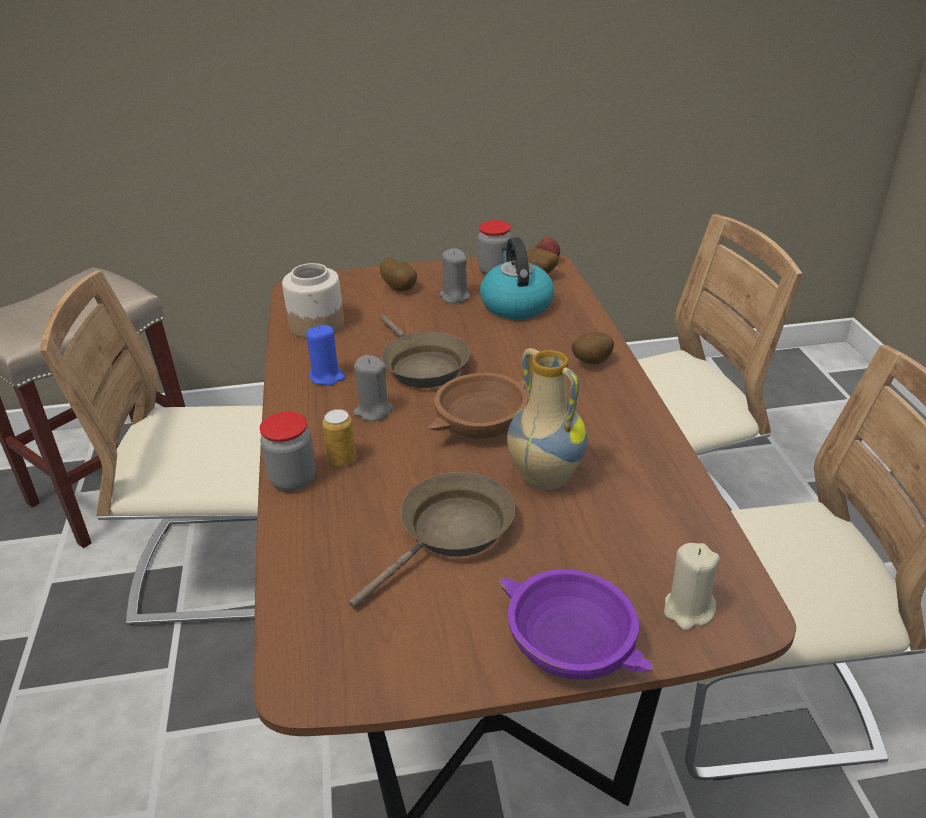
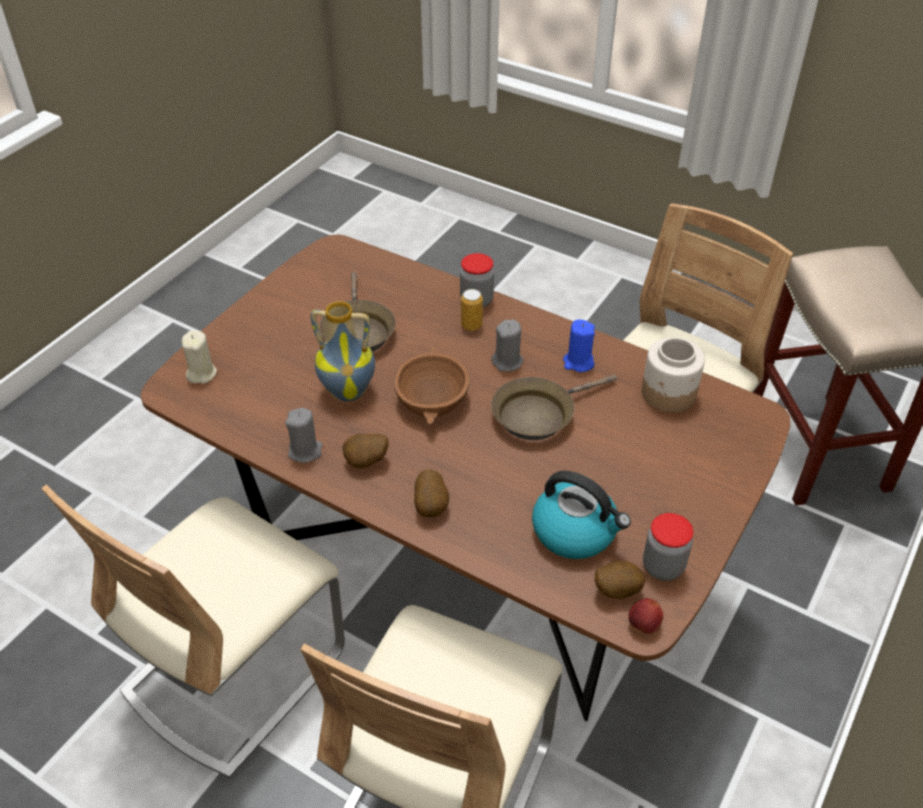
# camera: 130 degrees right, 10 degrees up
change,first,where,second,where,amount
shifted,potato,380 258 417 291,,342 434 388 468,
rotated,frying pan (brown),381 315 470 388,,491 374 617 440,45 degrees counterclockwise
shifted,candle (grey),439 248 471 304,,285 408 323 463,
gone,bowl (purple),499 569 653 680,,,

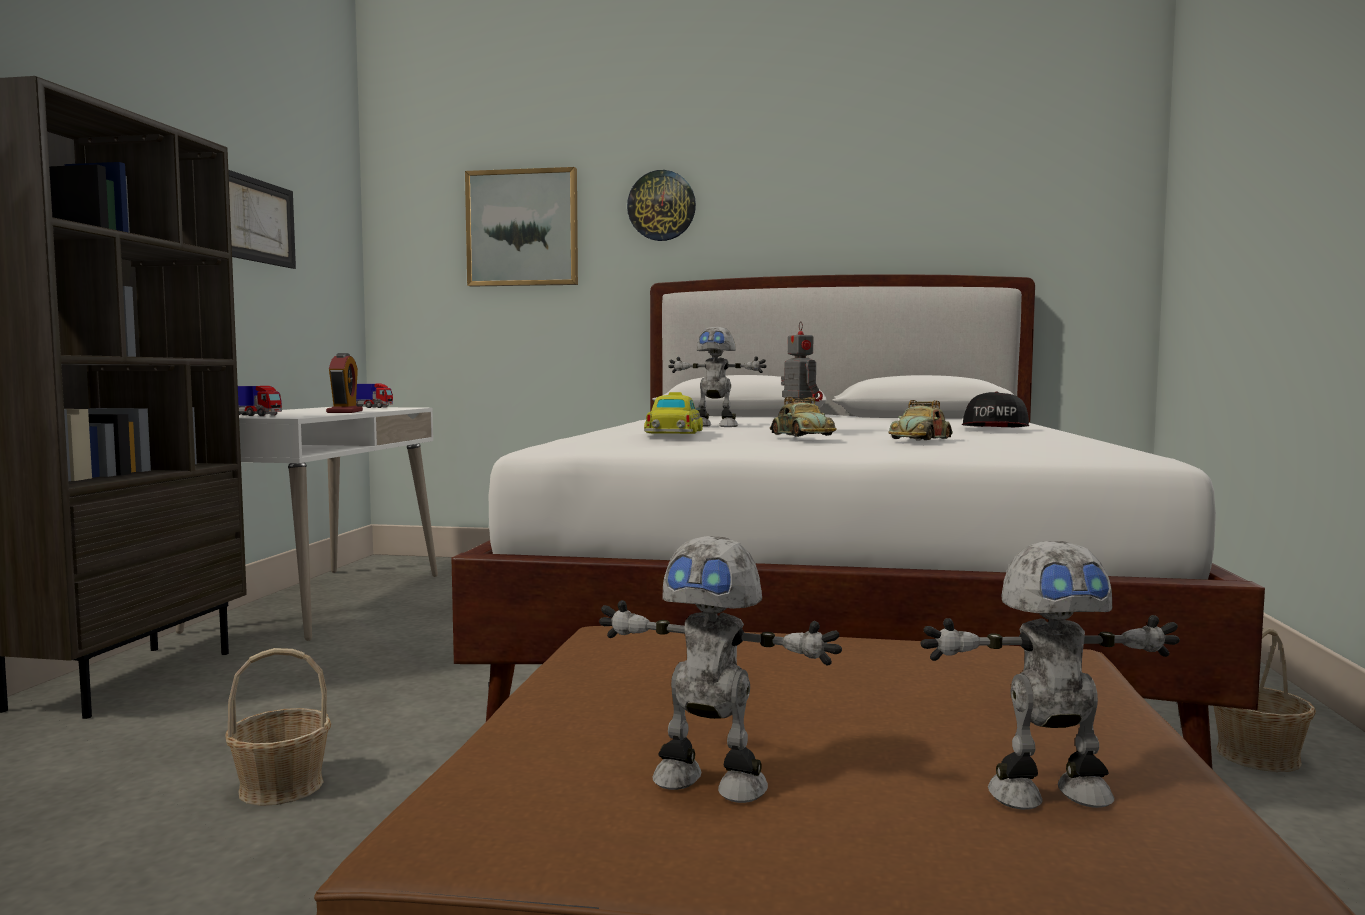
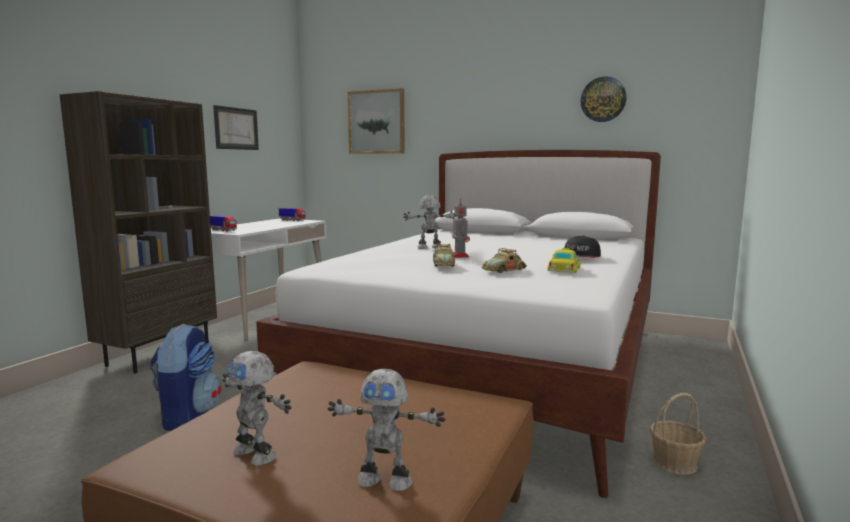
# camera: 15 degrees right, 5 degrees up
change,first,where,second,where,amount
swapped,basket,225 648 331 806,backpack,150 324 221 431,
gone,alarm clock,326 353 363 413,,,
shifted,wall clock,627 170 696 241,,580 76 627 122,
shifted,toy car,644 392 703 434,,547 248 581 273,
rotated,toy robot,668 327 767 427,,403 195 457 249,135 degrees clockwise

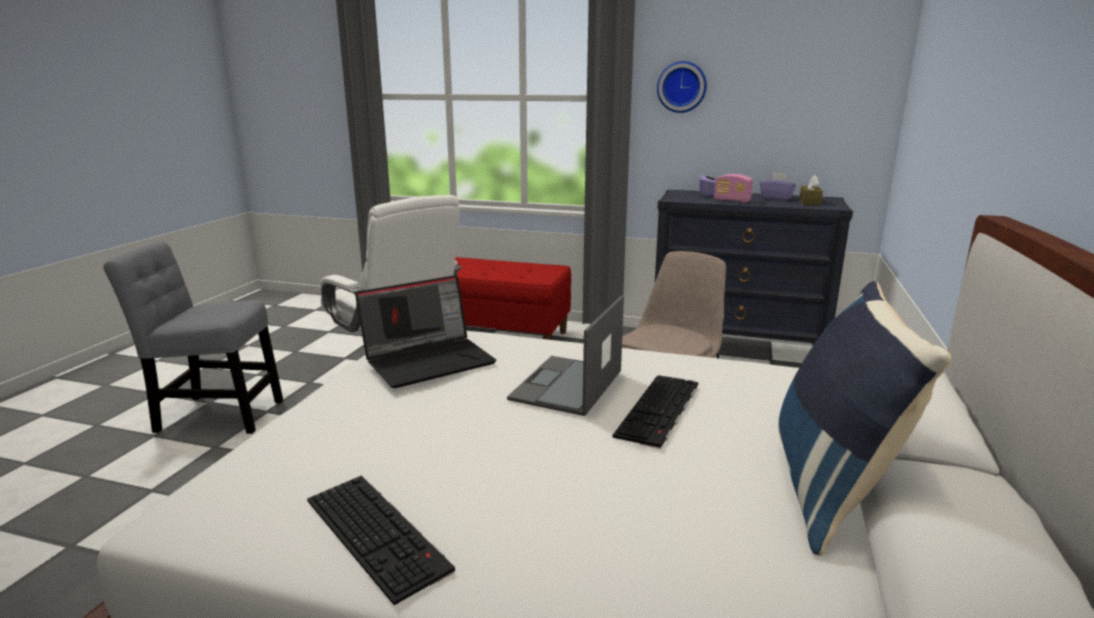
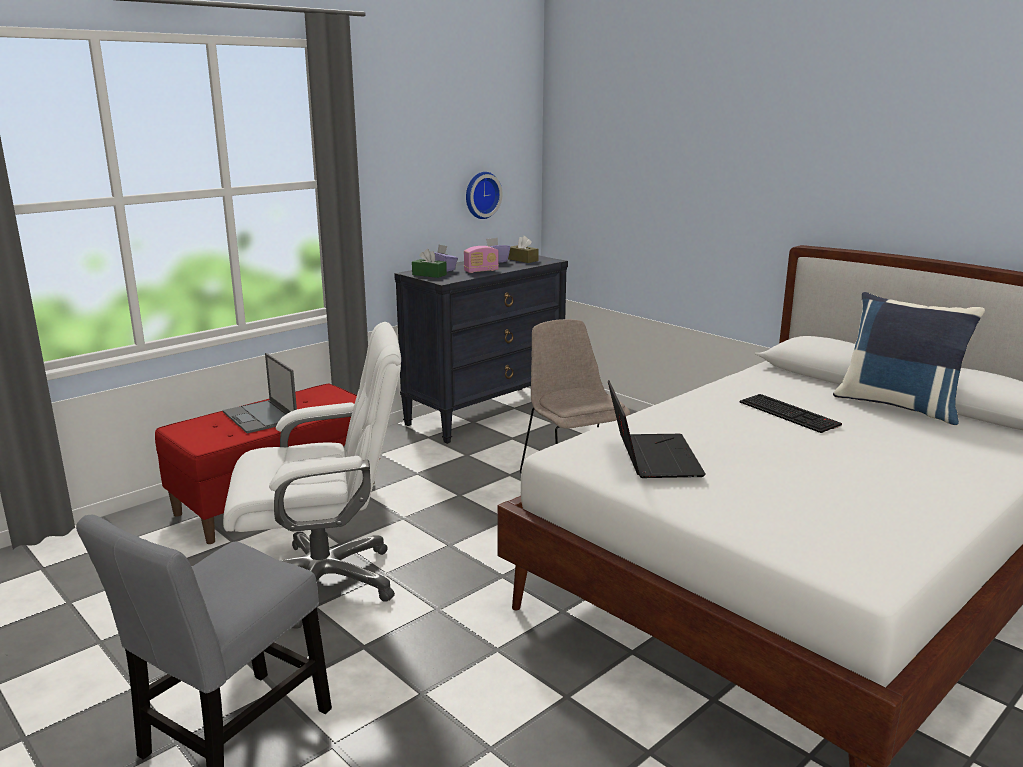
# camera: 60 degrees left, 0 degrees up
change,first,where,second,where,amount
gone,keyboard,307 476 455 605,,,
shifted,laptop,507 295 624 416,,223 353 297 433,
shifted,wall clock,657 61 707 113,,466 172 502 219,
new,,,tissue box (green),412 249 447 278,

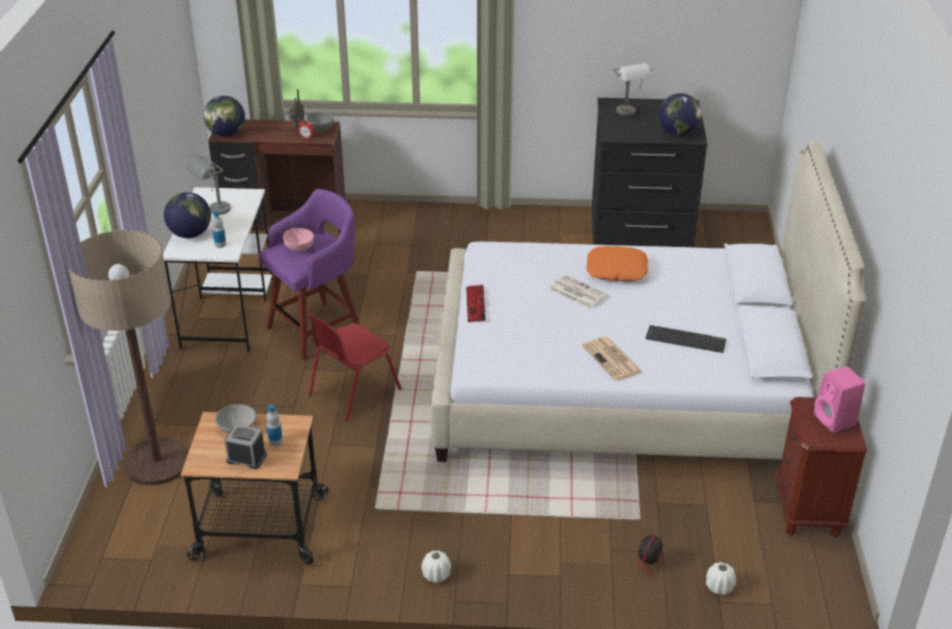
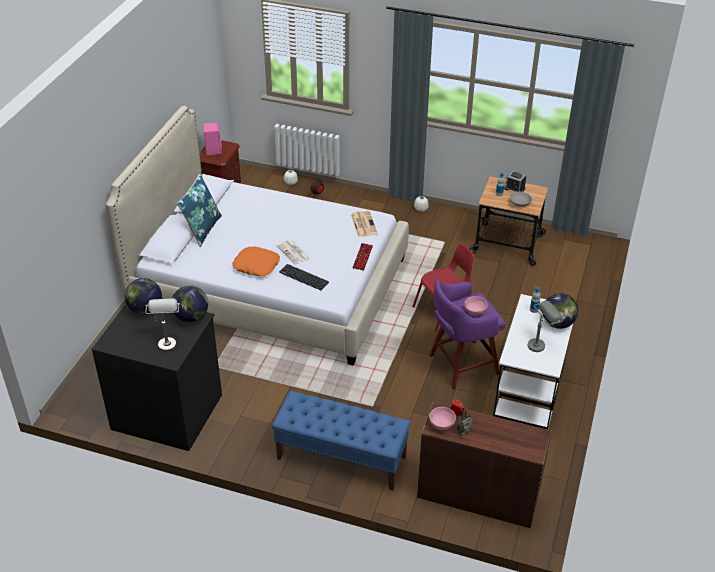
# camera: 165 degrees left, 5 degrees up
change,first,where,second,where,amount
gone,floor lamp,68 230 189 485,,,
shifted,globe,204 96 245 137,,172 285 208 322,
repainted,bowl (grey),307 112 334 131,bowl (pink),429 407 456 430,
shifted,newspaper,582 336 642 381,,351 211 378 237,
shifted,keyboard,645 325 726 353,,279 264 329 290,
new,,,pillow (blue),177 173 222 247,
new,,,bench (blue),272 391 411 491,

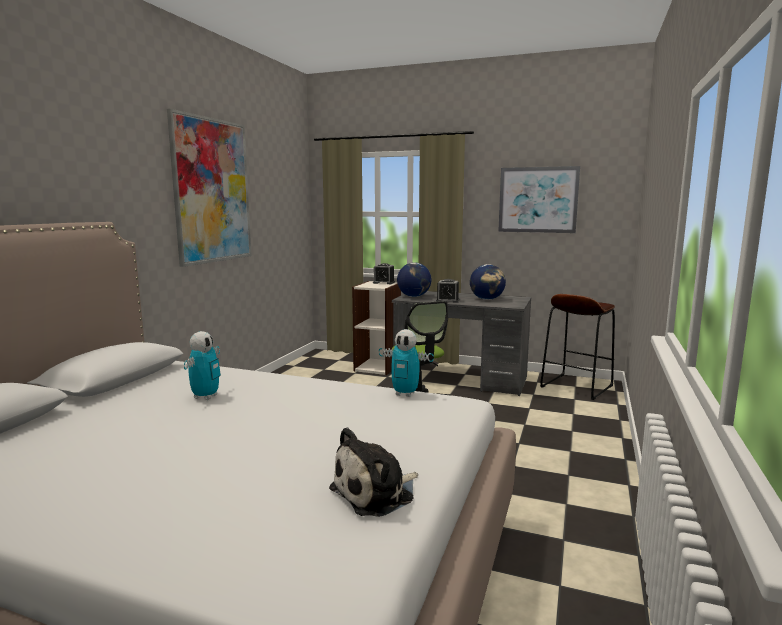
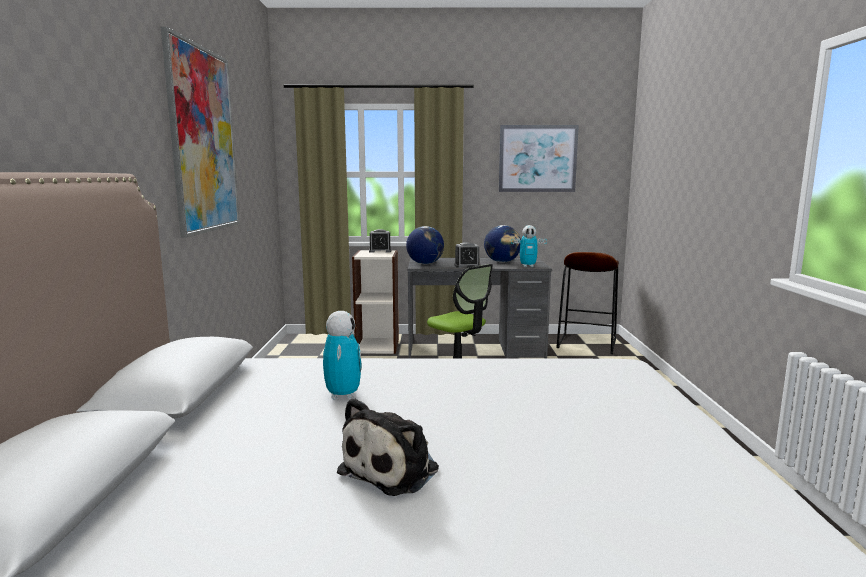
# camera: 20 degrees left, 0 degrees up
change,first,where,second,where,amount
shifted,plush toy,329 427 418 517,,337 398 439 496,
shifted,toy robot,379 329 434 397,,511 225 547 267,

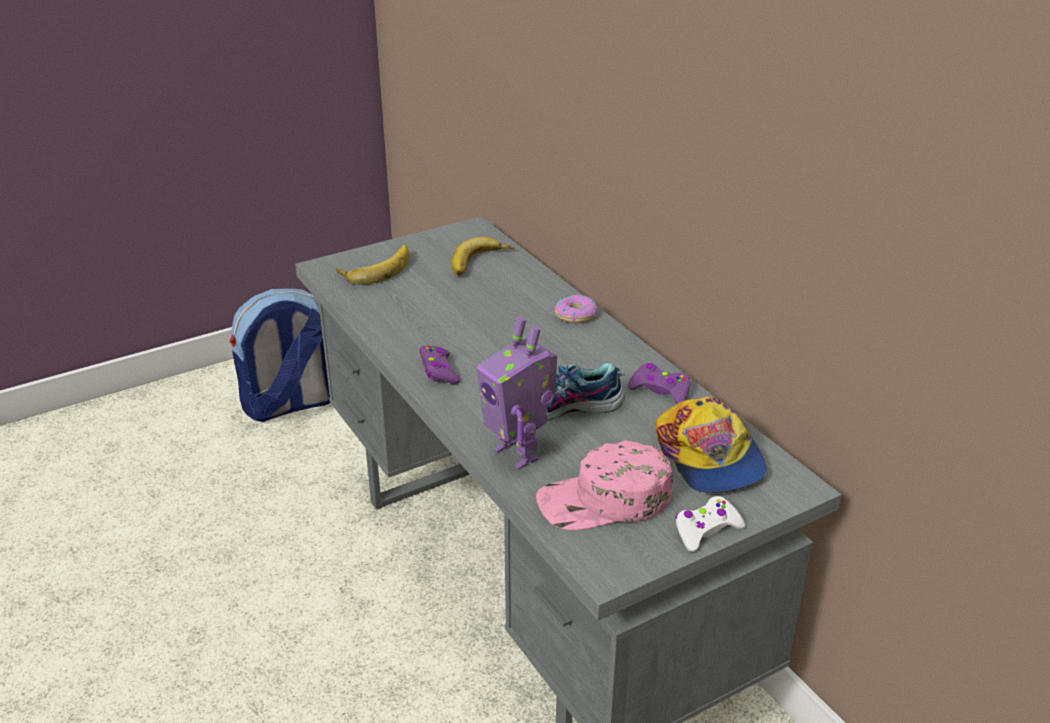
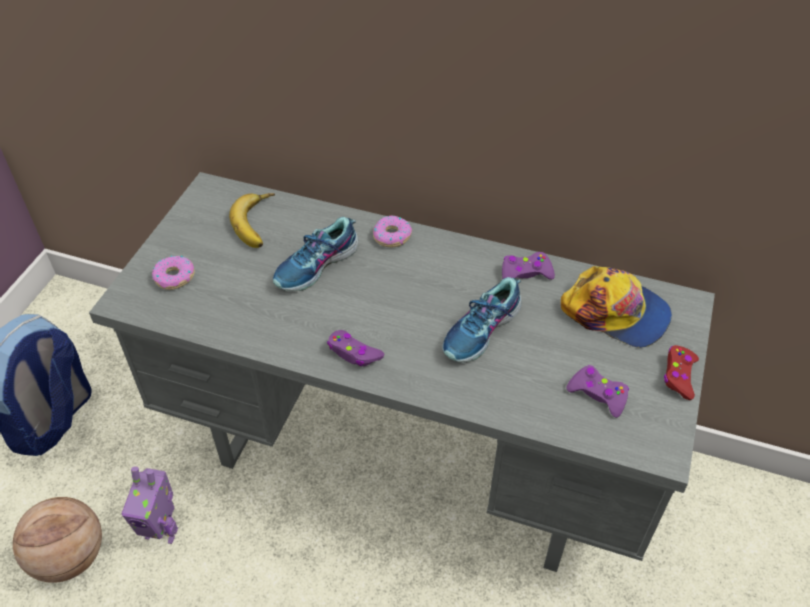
# camera: 40 degrees left, 15 degrees up
change,first,where,second,where,amount
swapped,banana,336 245 410 285,donut,152 255 195 290,
shifted,toy robot,476 317 557 470,,121 466 178 544,
swapped,cap (pink),536 440 673 530,game controller (purple),566 365 629 418,
repainted,game controller (white),675 496 745 552,game controller (red),664 345 699 400,
new,,,basketball,13 497 102 583,
new,,,shoe,273 217 359 291,

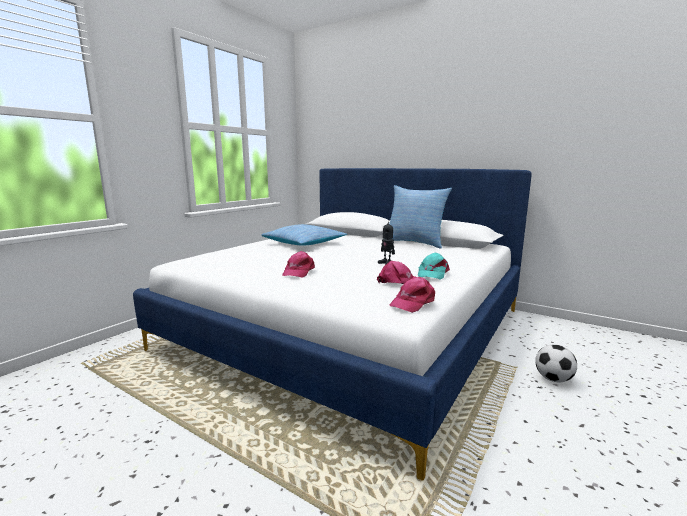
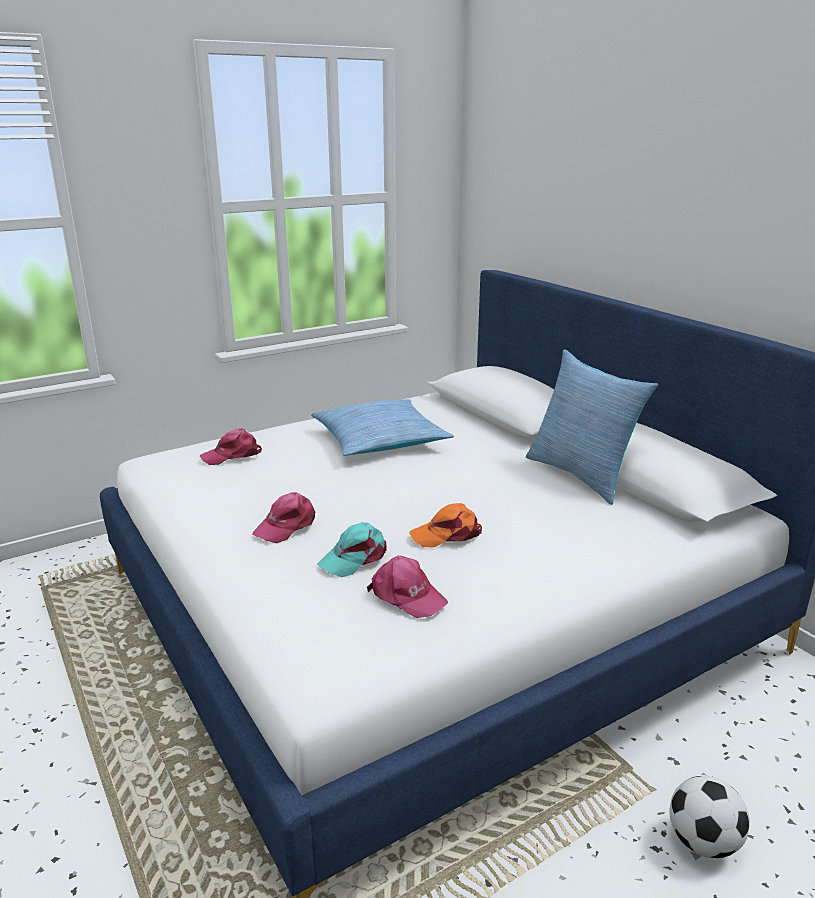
# camera: 25 degrees right, 10 degrees up
change,first,where,second,where,amount
swapped,toy robot,378 218 395 265,cap (orange),410 503 482 548,
shifted,cap (pink),390 277 435 313,,200 428 262 465,
shifted,cap (turquoise),418 252 450 280,,317 522 387 577,

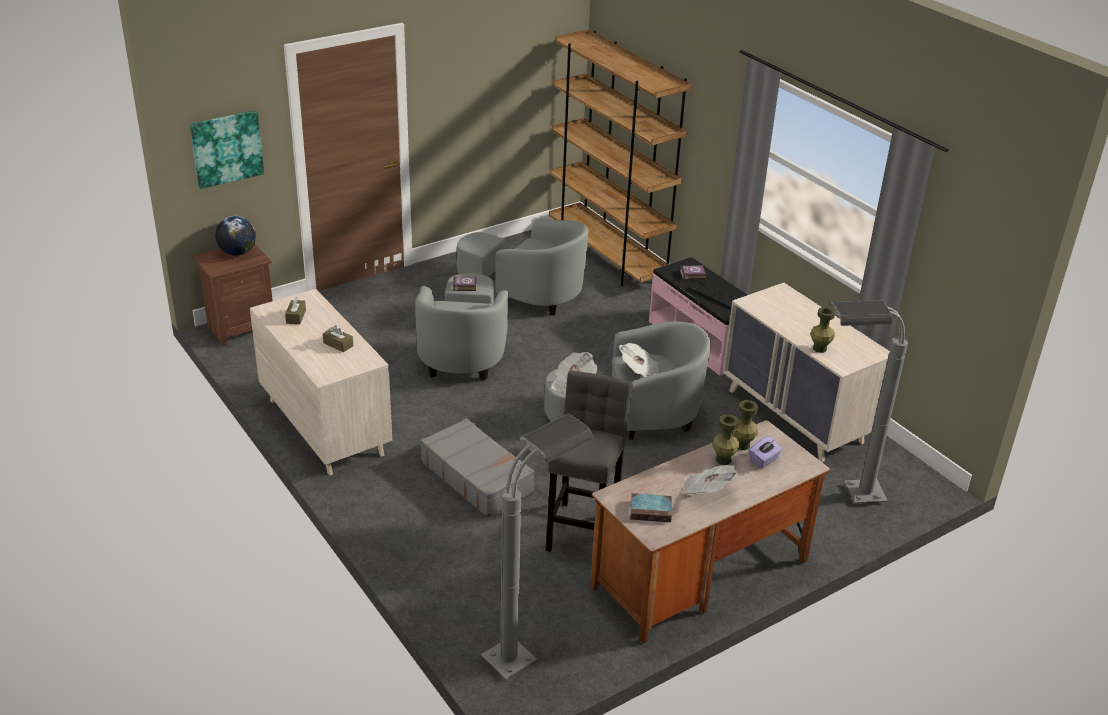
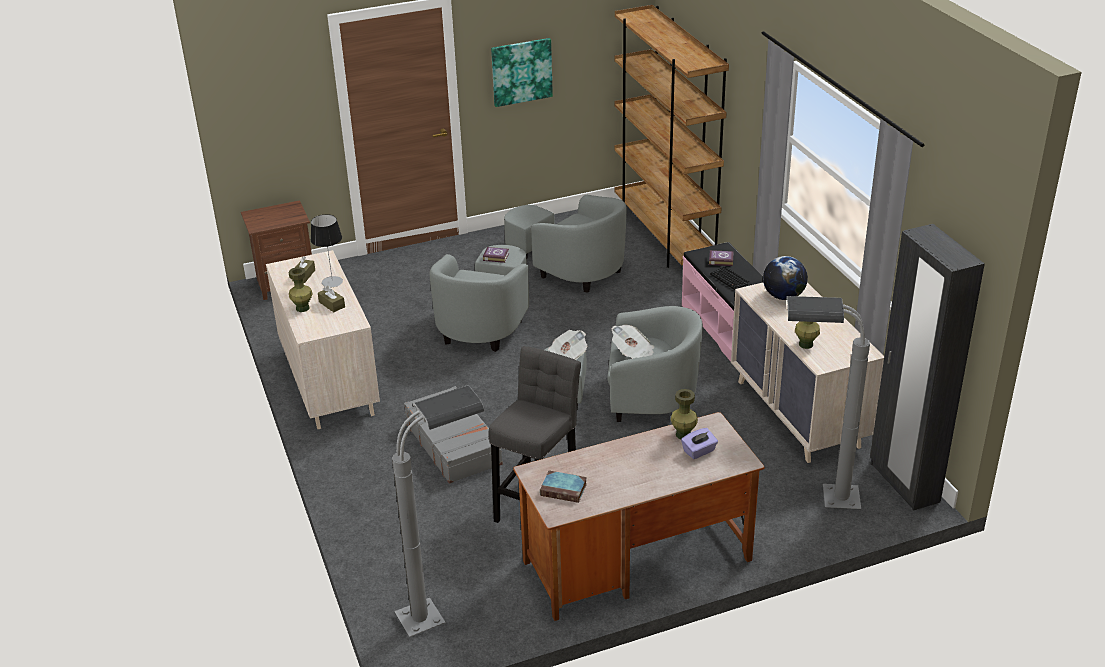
# camera: 15 degrees right, 0 degrees up
change,first,where,second,where,amount
shifted,picture,190 110 264 189,,491 38 553 107,
shifted,globe,215 216 256 256,,763 256 808 300,
gone,newspaper,682 465 737 495,,,
shifted,vase (green),712 414 739 465,,289 267 313 312,
new,,,table lamp,311 214 343 287,
new,,,wardrobe (black),870 224 985 511,

